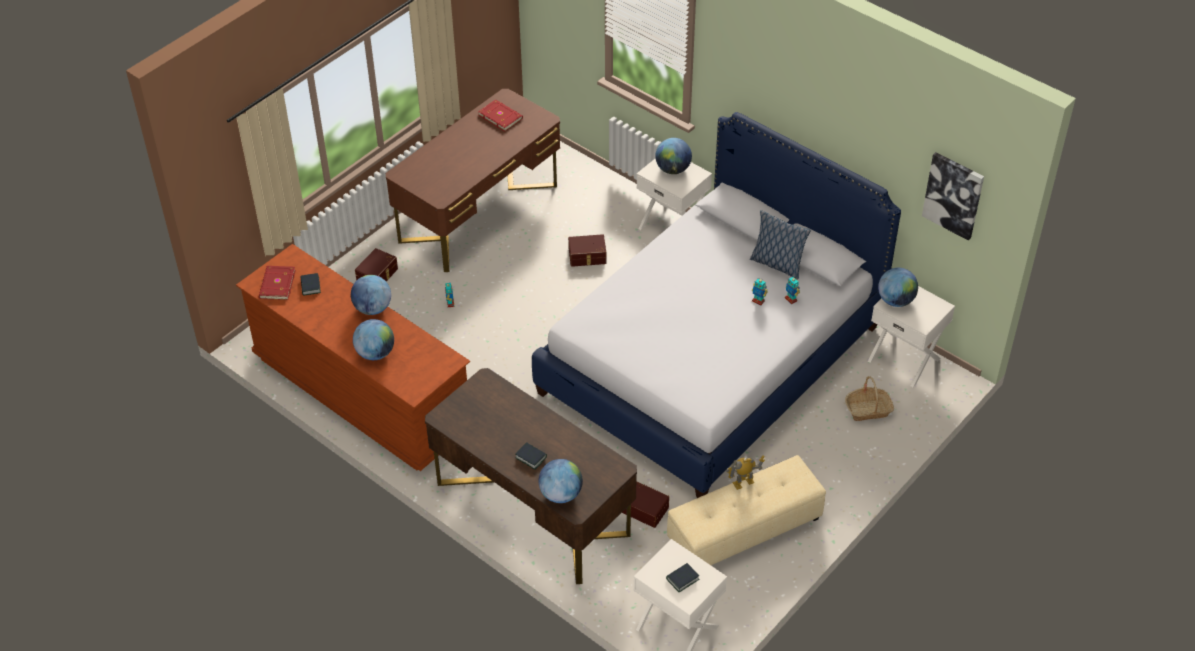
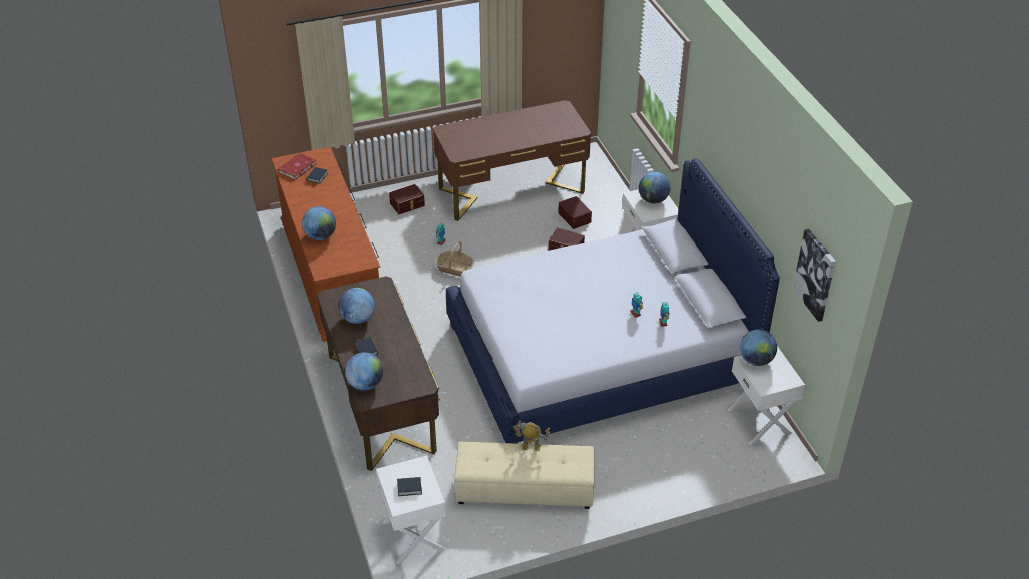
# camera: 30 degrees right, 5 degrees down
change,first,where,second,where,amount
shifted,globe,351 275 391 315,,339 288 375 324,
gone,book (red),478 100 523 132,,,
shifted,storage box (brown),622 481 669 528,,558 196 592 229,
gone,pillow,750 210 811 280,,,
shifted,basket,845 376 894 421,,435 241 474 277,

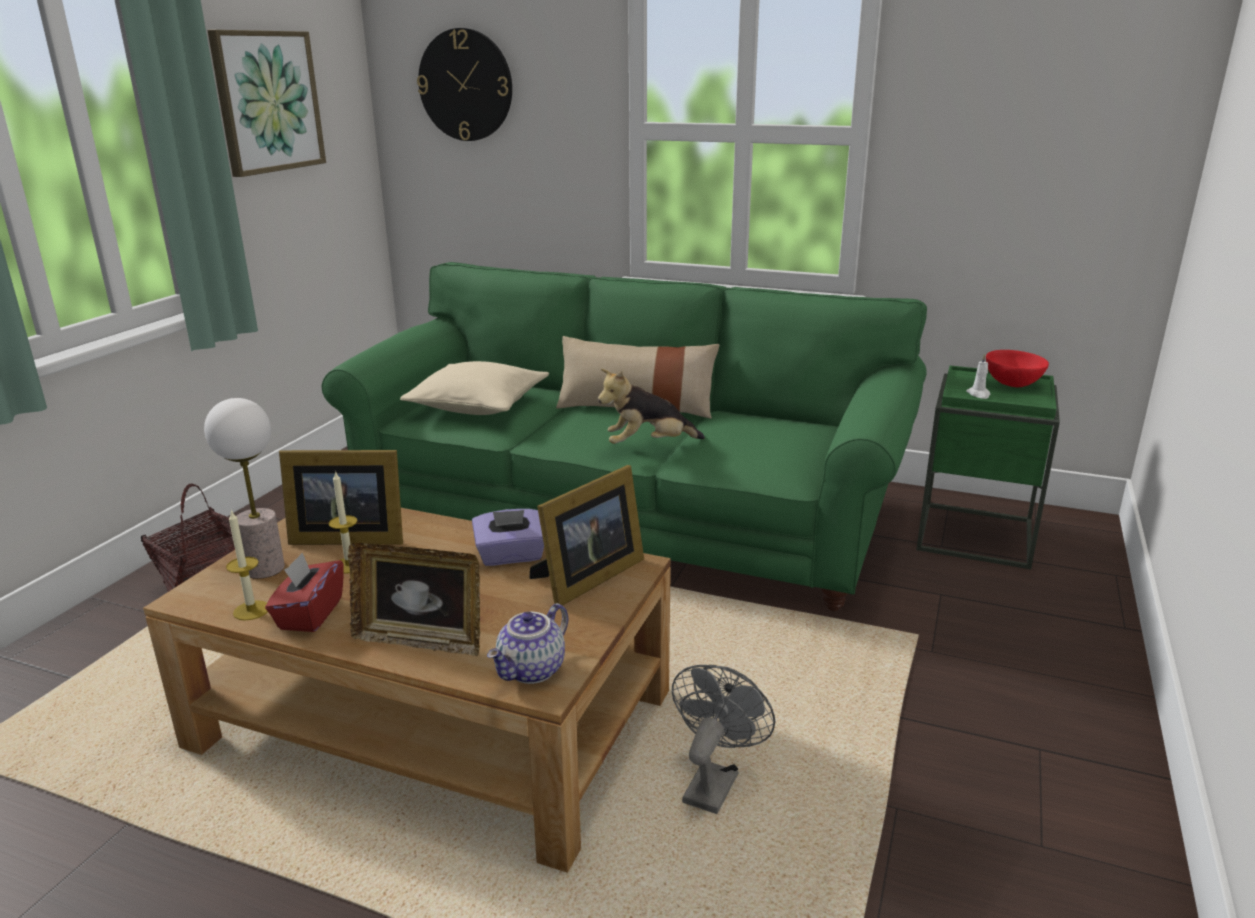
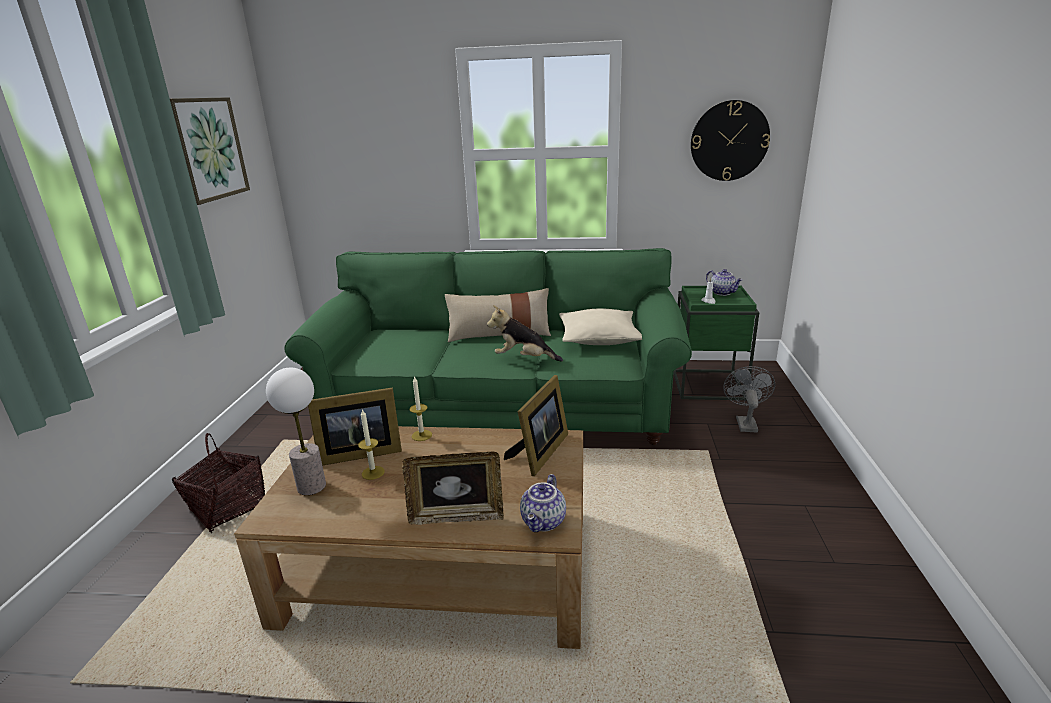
# camera: 15 degrees left, 0 degrees up
change,first,where,second,where,amount
shifted,candle,226 510 268 621,,409 376 432 441,
gone,tissue box (red),265 553 344 632,,,
shifted,pillow (beige),400 361 549 415,,559 308 642 345,
shifted,wall clock,417 28 512 141,,691 100 770 181,
gone,tissue box (purple),472 509 544 566,,,
rotated,plush toy,598 369 705 444,,487 305 563 362,45 degrees clockwise
shifted,fan (grey),672 665 775 814,,724 366 775 432,
swapped,bowl (red),986 350 1049 387,teapot,706 269 742 296,

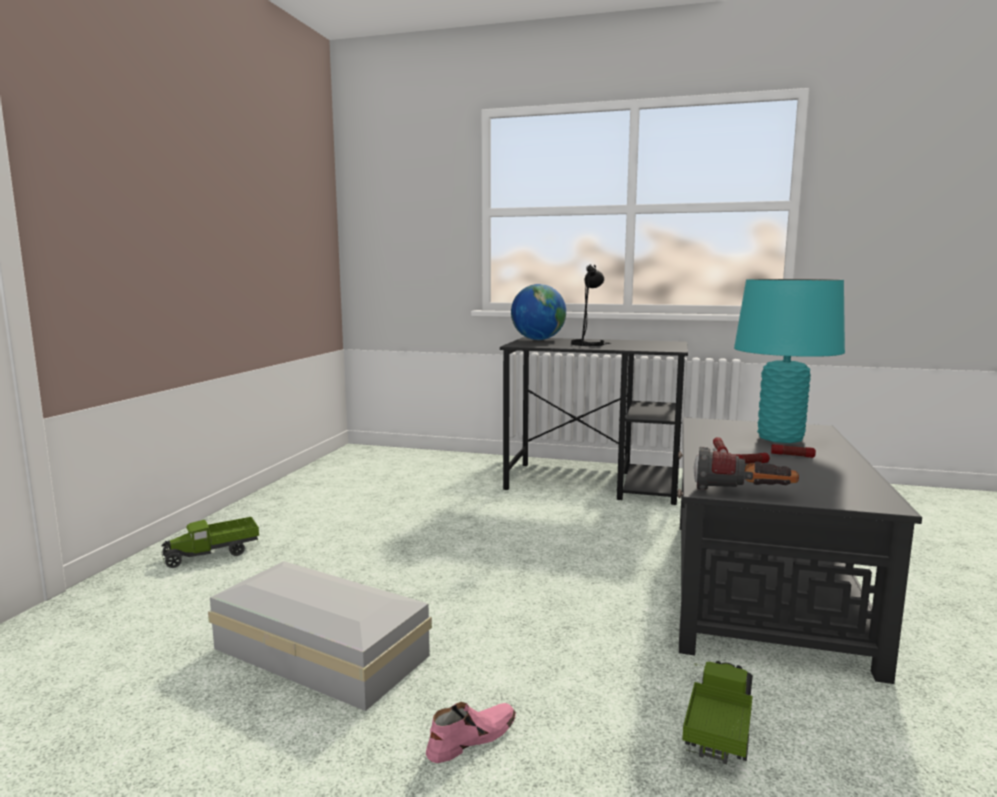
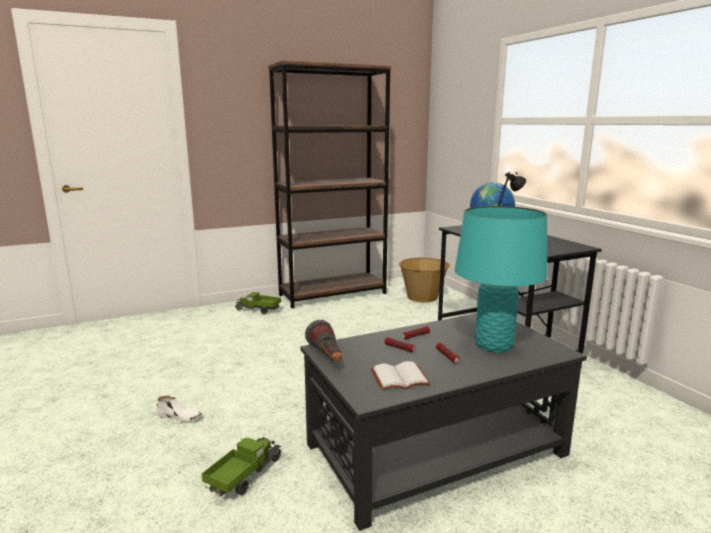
# camera: 50 degrees right, 5 degrees up
change,first,where,second,where,amount
gone,storage box (white),208 561 432 711,,,
repainted,shoe (pink),426 702 516 763,shoe (white),156 396 201 422,
rotated,toy truck,682 661 753 765,,202 437 281 496,45 degrees counterclockwise
new,,,bookcase (brown),268 61 391 308,
new,,,book (white),371 361 431 390,
new,,,basket,399 258 450 302,

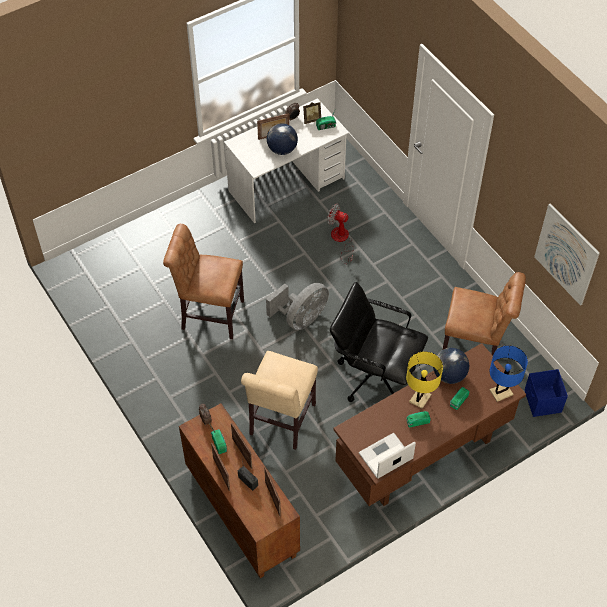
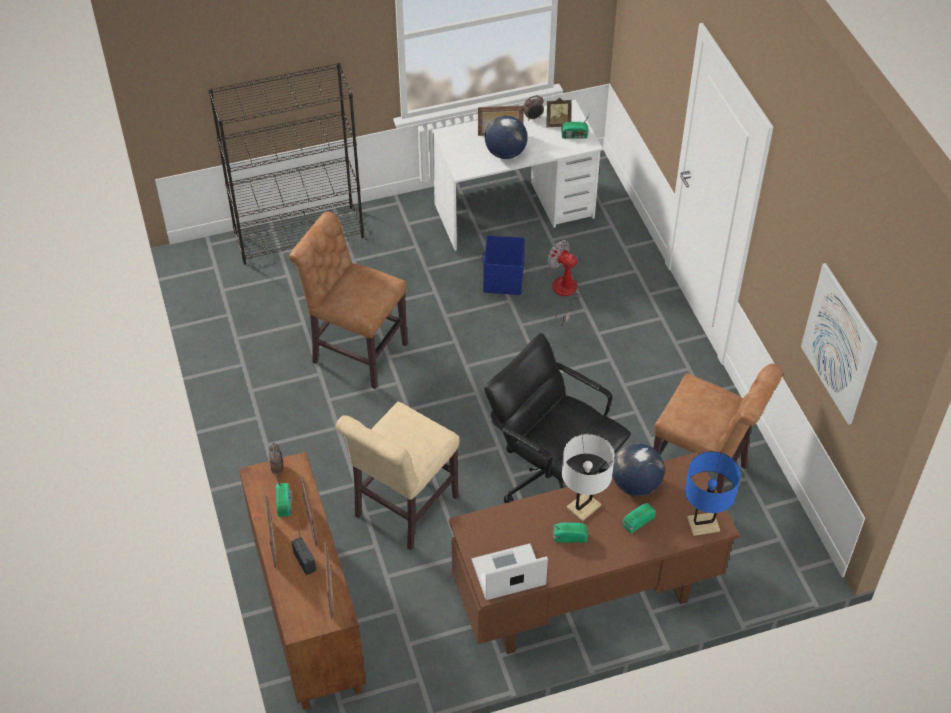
# camera: 15 degrees right, 5 degrees down
change,first,where,second,where,amount
gone,fan (grey),266 283 329 330,,,
repainted,table lamp (yellow),406 351 443 409,table lamp (white),562 434 615 521,
shifted,storage box (blue),524 369 568 417,,482 235 525 295,
new,,,bookcase (black),209 63 364 265,

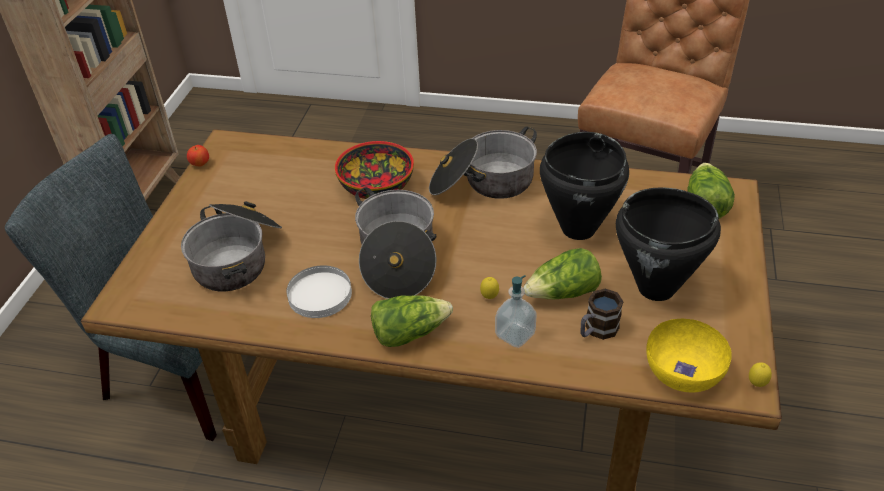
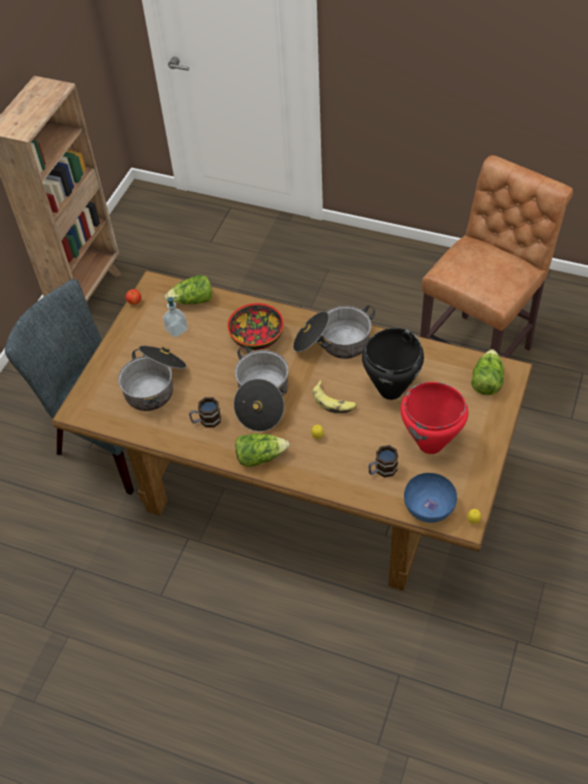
# camera: 10 degrees right, 10 degrees up
change,first,where,second,where,amount
swapped,plate (white),287 265 352 318,mug,189 397 221 428,
shifted,soap dispenser,495 275 537 348,,163 297 188 337,
shifted,lettuce,523 248 602 299,,165 275 213 304,
repainted,cooking pot (black),616 187 721 301,cooking pot (red),400 382 468 454,
repainted,bowl (yellow),646 319 732 392,bowl (blue),404 473 457 523,
new,,,banana,313 380 357 413,

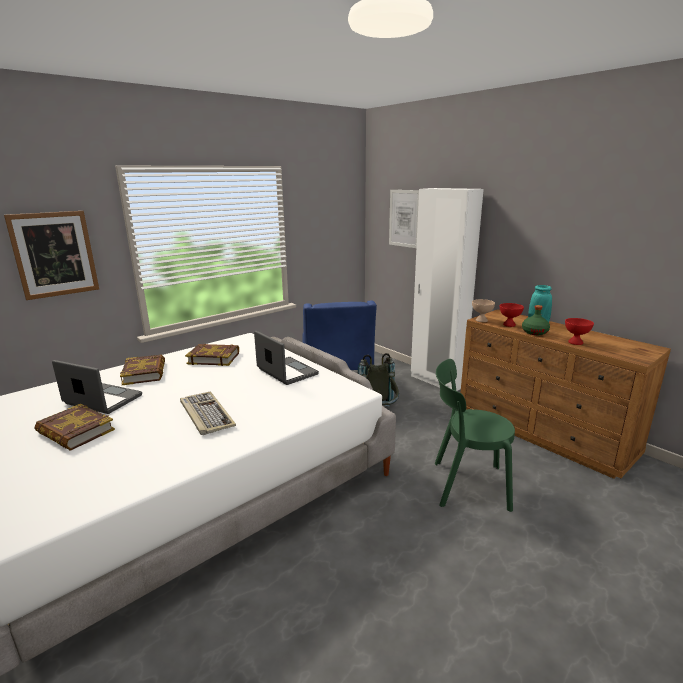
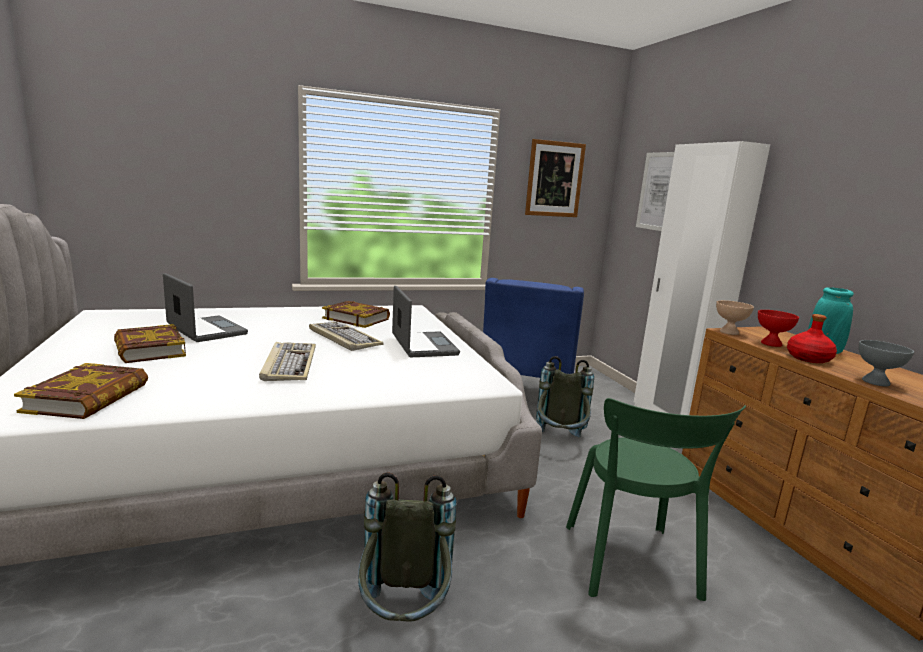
# camera: 20 degrees right, 5 degrees down
change,first,where,second,where,amount
shifted,picture,4 211 99 300,,525 139 586 217,
shifted,book,120 354 165 385,,14 363 148 419,
rotated,chair (green),435 359 515 512,,566 398 746 601,120 degrees counterclockwise
repainted,bottle (green),522 305 550 335,bottle (red),787 314 837 363,
repainted,bowl (red),565 318 594 345,bowl (grey),859 340 914 387,
new,,,keyboard,309 322 384 351,
new,,,backpack (grey),358 472 457 622,

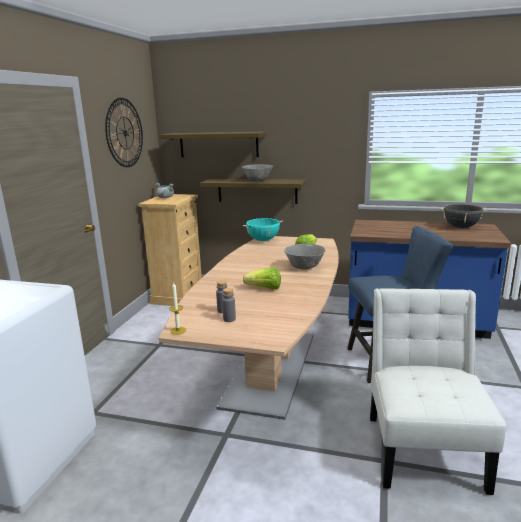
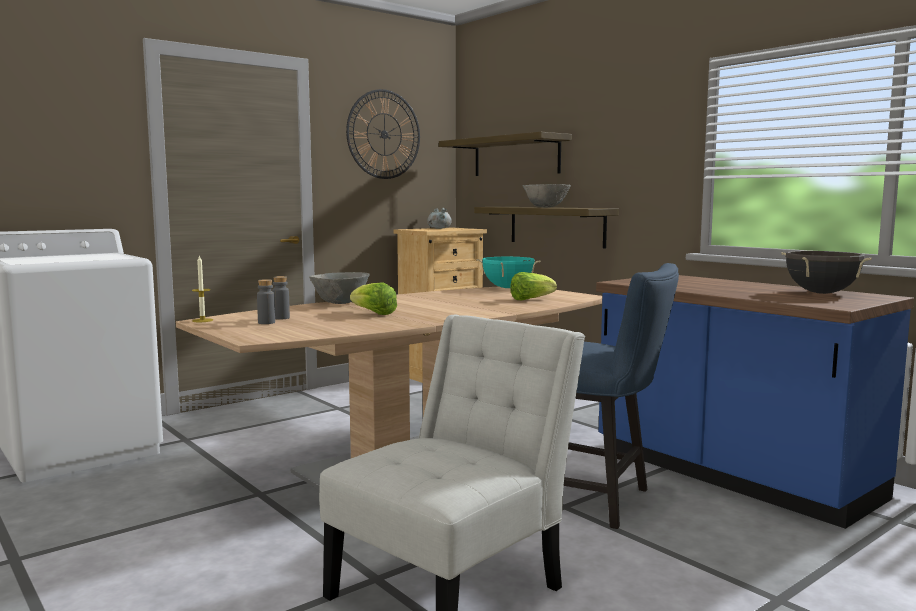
# camera: 35 degrees right, 10 degrees down
change,first,where,second,where,amount
shifted,bowl (grey),284 244 325 270,,309 272 370 304,

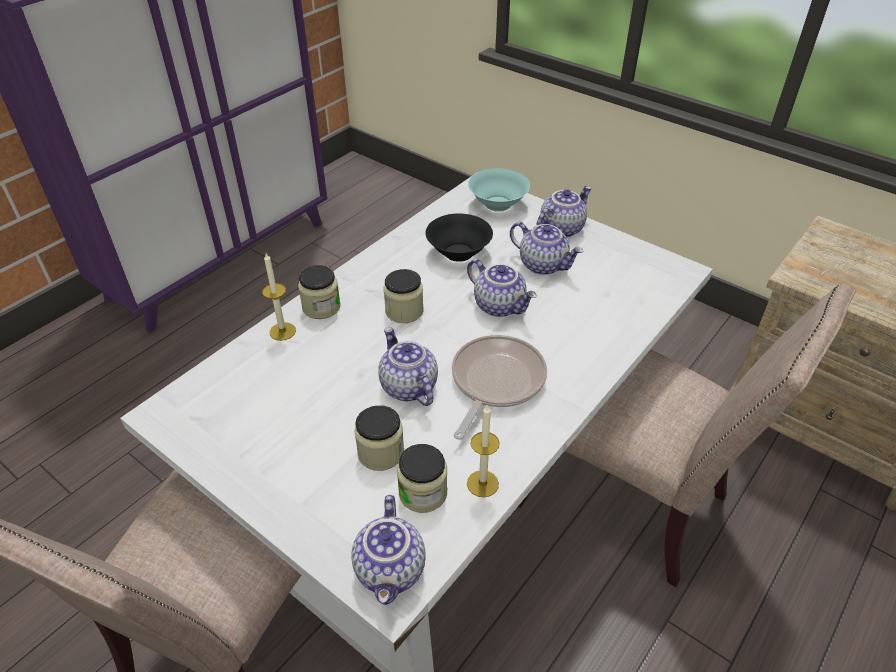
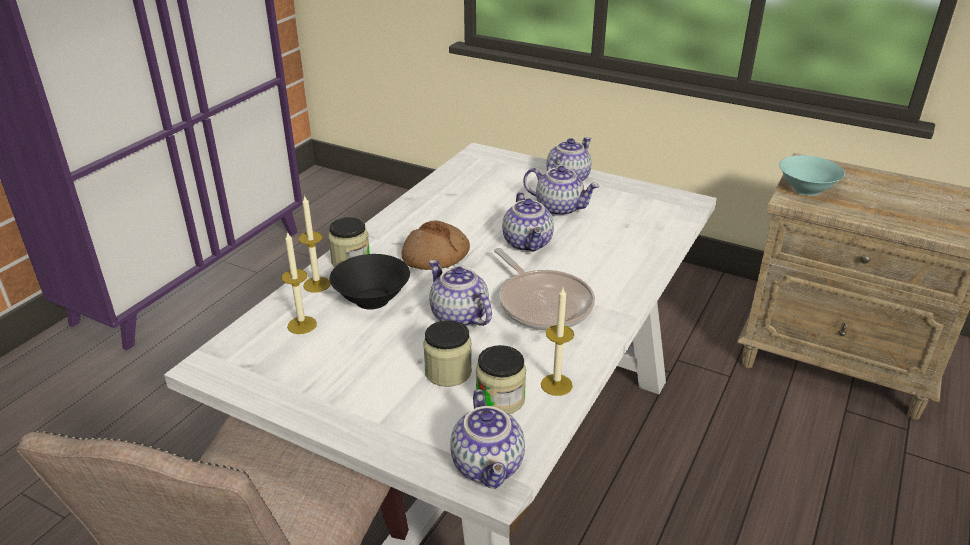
# camera: 10 degrees left, 10 degrees down
change,first,where,second,where,amount
swapped,jar,384 269 424 323,bread,401 221 470 270,
shifted,bowl (black),425 213 493 262,,329 254 410 310,
rotated,frying pan,452 335 547 440,,494 248 595 331,135 degrees clockwise
rotated,teapot,467 259 537 317,,502 192 554 252,45 degrees clockwise
shifted,bowl (turquoise),468 168 530 212,,779 155 845 196,
gone,chair (beige),518 283 856 587,,,
new,,,candle,281 231 317 334,

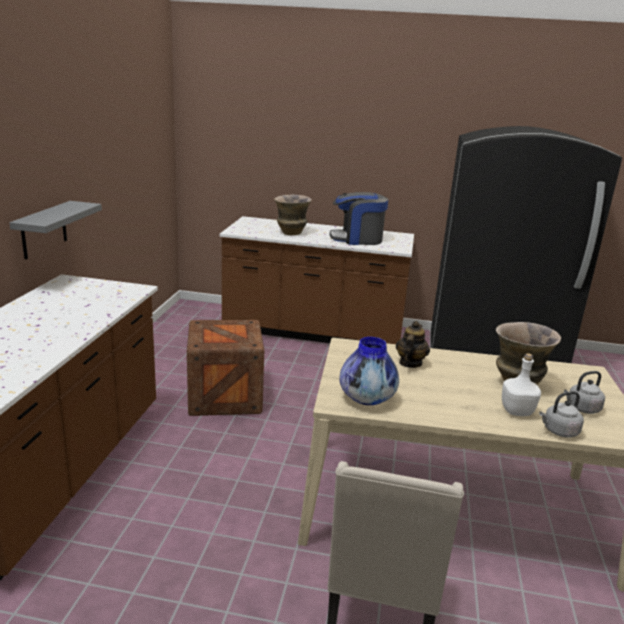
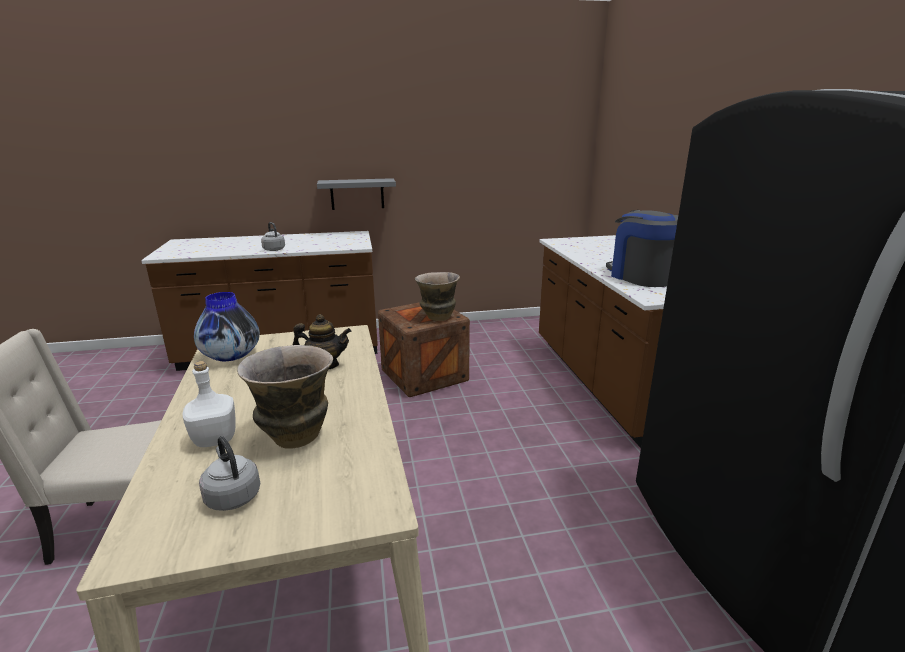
# camera: 70 degrees right, 0 degrees up
change,first,where,second,where,amount
shifted,vase,274 195 312 235,,415 272 460 321,
shifted,kettle (grey),539 391 584 438,,261 222 285 251,

